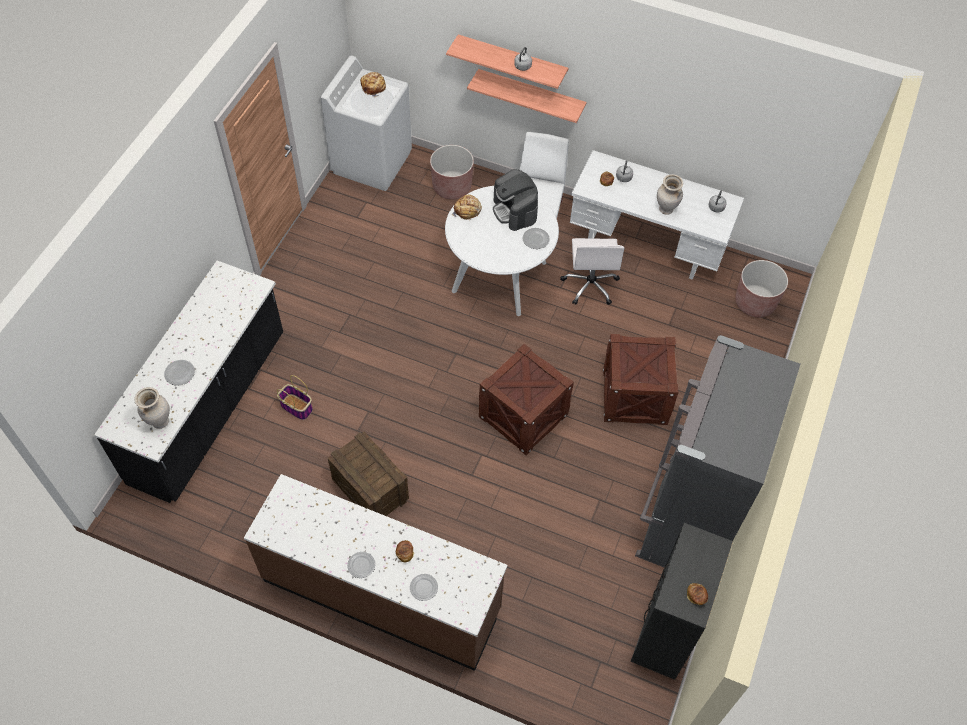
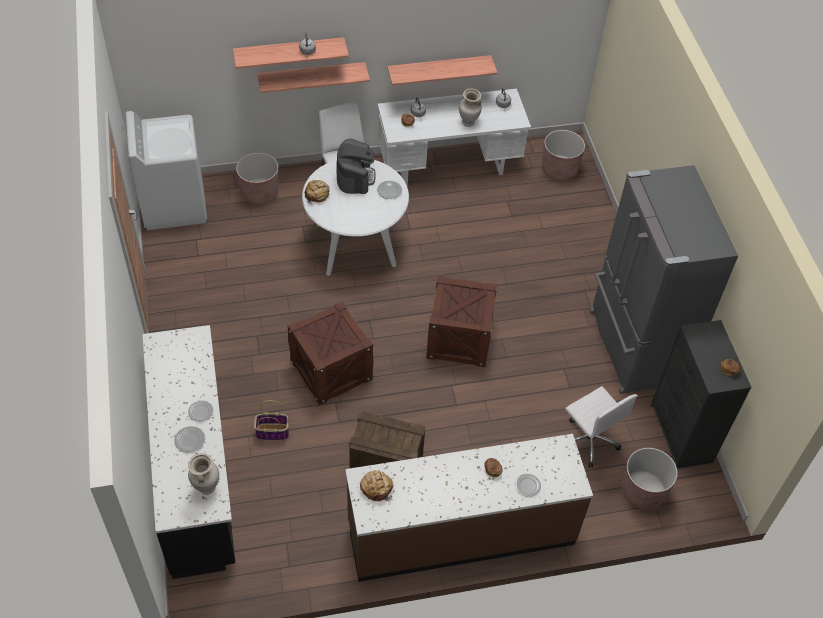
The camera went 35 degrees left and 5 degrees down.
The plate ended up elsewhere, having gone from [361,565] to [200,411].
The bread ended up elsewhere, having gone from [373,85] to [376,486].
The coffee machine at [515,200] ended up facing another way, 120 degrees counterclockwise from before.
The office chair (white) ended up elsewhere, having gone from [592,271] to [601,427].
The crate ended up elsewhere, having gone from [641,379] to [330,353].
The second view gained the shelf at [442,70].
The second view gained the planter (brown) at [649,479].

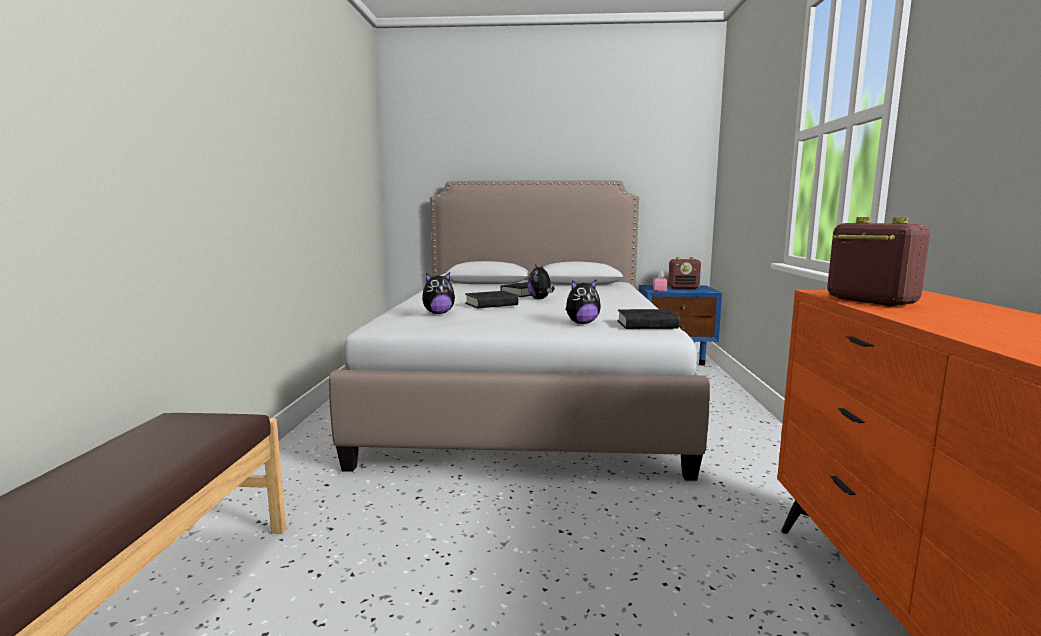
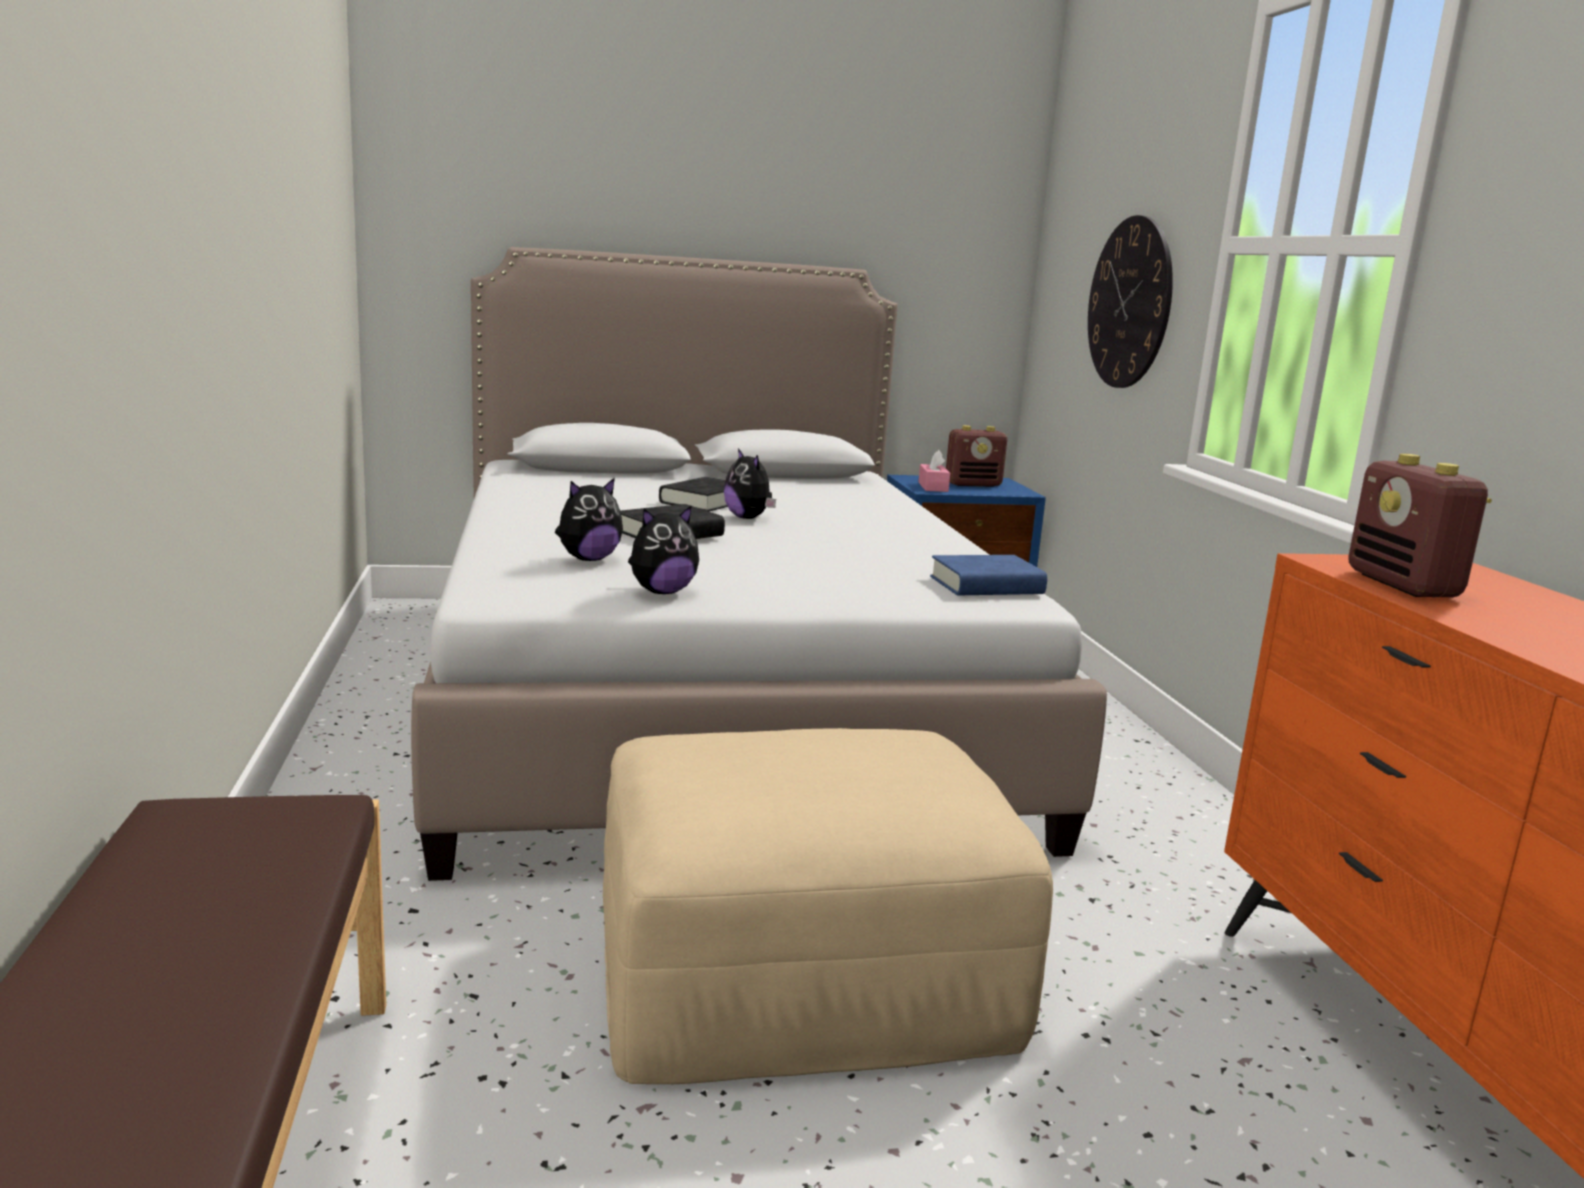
The camera went 15 degrees left and 5 degrees up.
The plush toy ended up elsewhere, having gone from [583,302] to [663,549].
What was the book (black) at [648,319] turned into the book (blue) at [988,575].
The radio at [878,261] ended up facing another way, 150 degrees counterclockwise from before.
The second view gained the ottoman (beige) at [828,906].
The second view gained the wall clock at [1130,301].

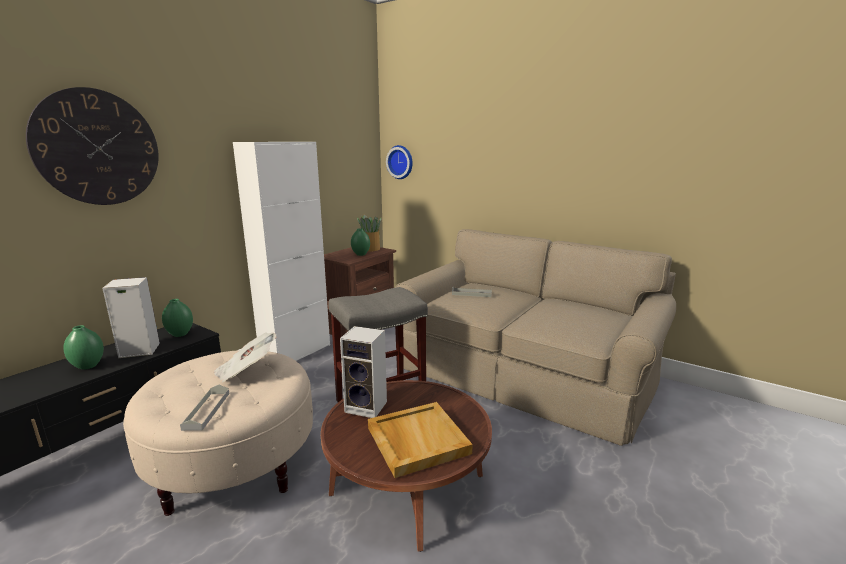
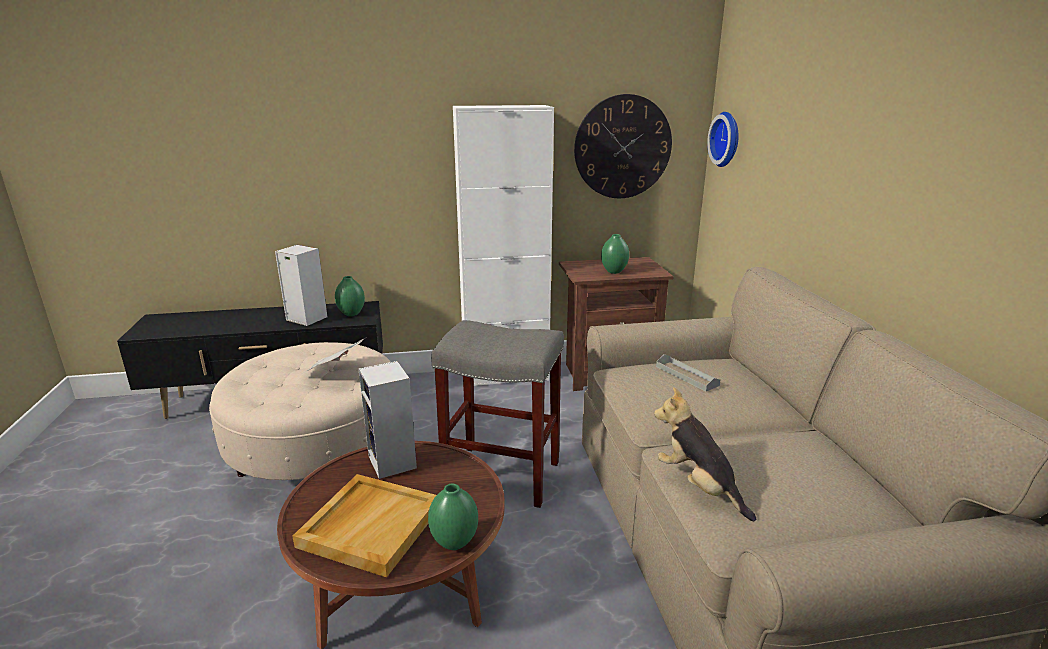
The camera went 45 degrees right and 5 degrees up.
The wall clock ended up elsewhere, having gone from [92,146] to [623,146].
The vase (green) ended up elsewhere, having gone from [83,347] to [453,517].
The second view lost the tray (grey) at [204,408].
The second view lost the potted plant at [369,233].
The second view gained the plush toy at [705,454].

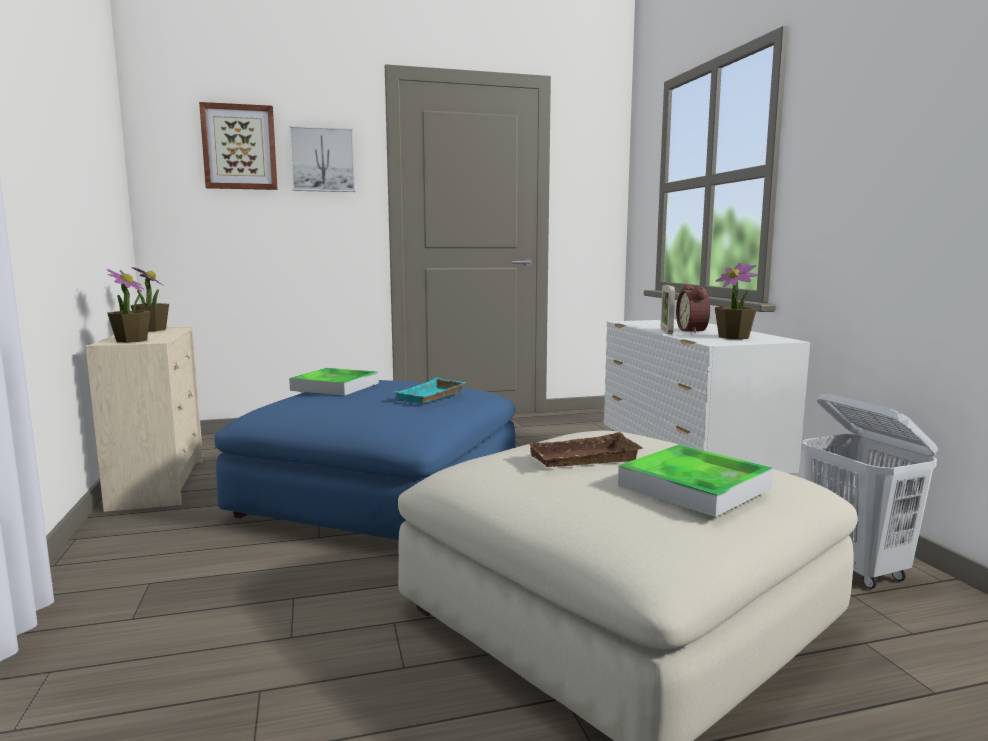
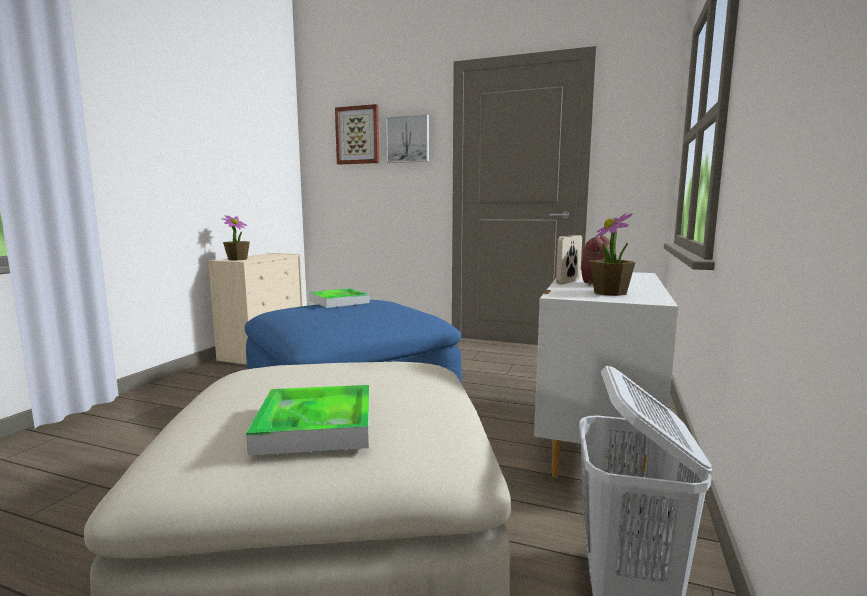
The camera went 35 degrees right and 0 degrees up.
The second view lost the potted plant at [150,299].
The second view lost the tray (turquoise) at [430,390].
The second view lost the tray (brown) at [585,449].

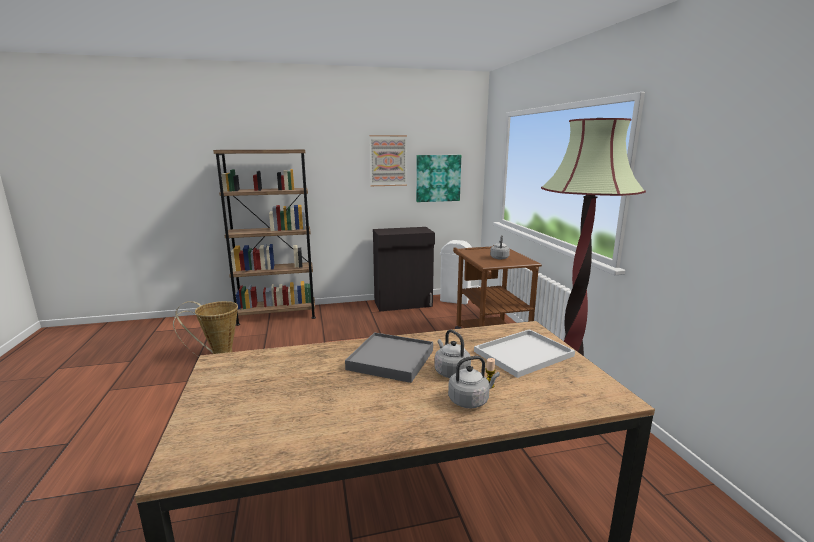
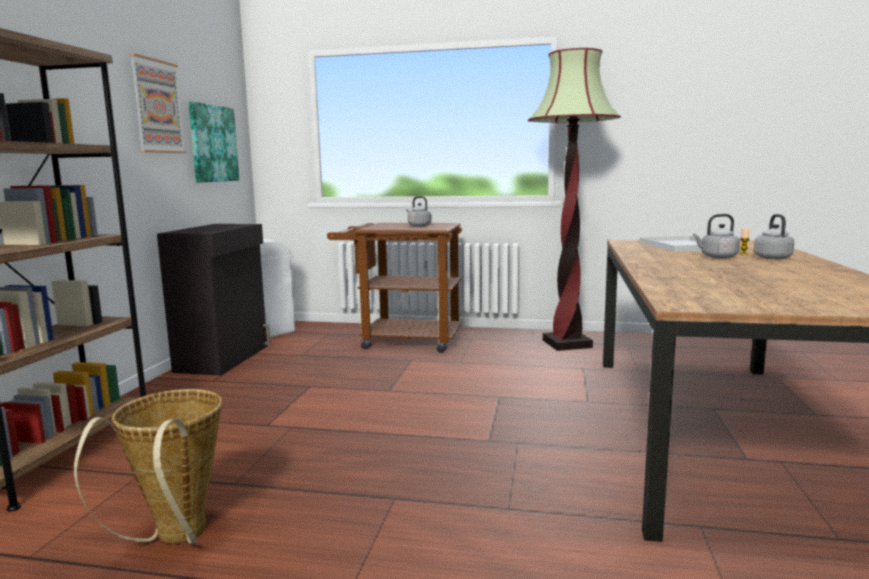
The camera went 65 degrees left and 5 degrees down.
The second view lost the tray (grey) at [389,357].

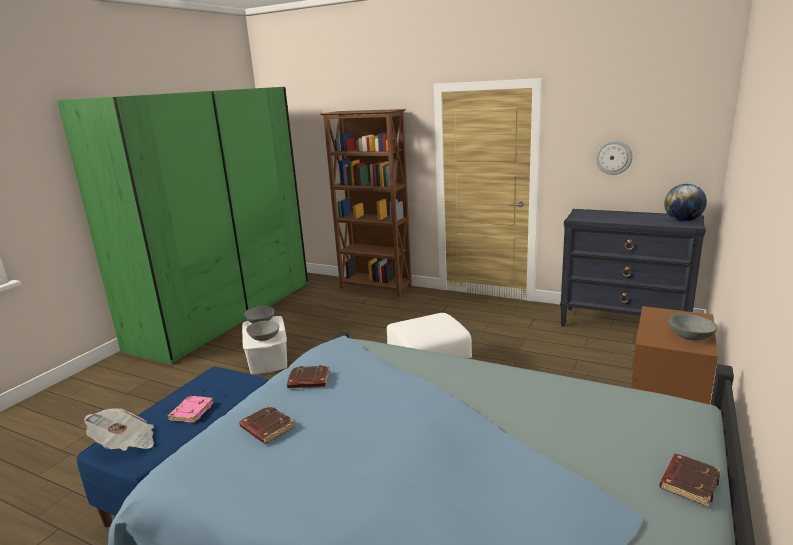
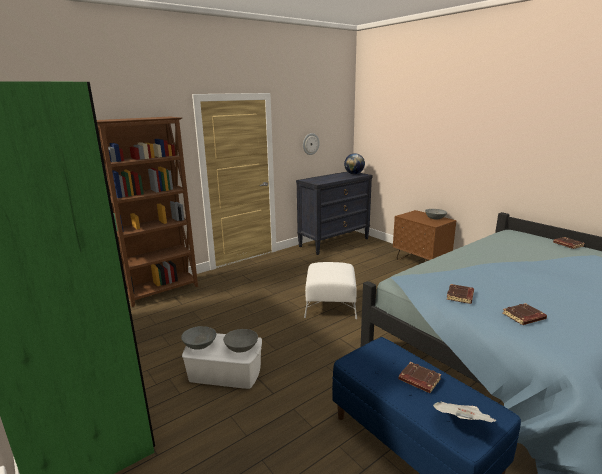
The camera went 65 degrees left and 0 degrees up.
What was the book (pink) at [191,409] turned into the book (brown) at [420,377].

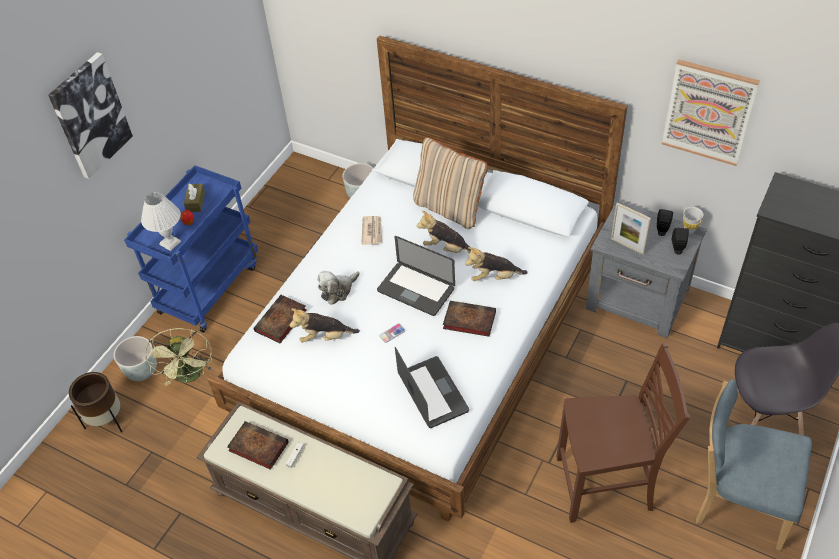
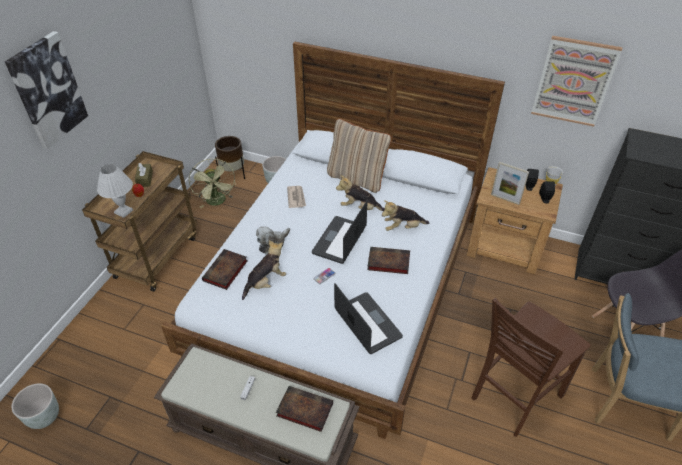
The camera went 10 degrees left and 5 degrees down.
The planter (brown) ended up elsewhere, having gone from [95,402] to [230,157].
The planter (grey) ended up elsewhere, having gone from [135,358] to [35,406].
What was the cart (blue) at [191,249] turned into the cart (brown) at [139,221].
The fan (green) ended up elsewhere, having gone from [179,357] to [212,183].
The book ended up elsewhere, having gone from [257,445] to [304,409].
The plush toy at [324,325] ended up facing another way, 150 degrees clockwise from before.
The laptop at [416,276] ended up facing another way, 90 degrees clockwise from before.
The chair (brown) at [623,433] ended up facing another way, 150 degrees clockwise from before.
What was the nightstand (grey) at [646,269] turned into the nightstand (brown) at [514,221].

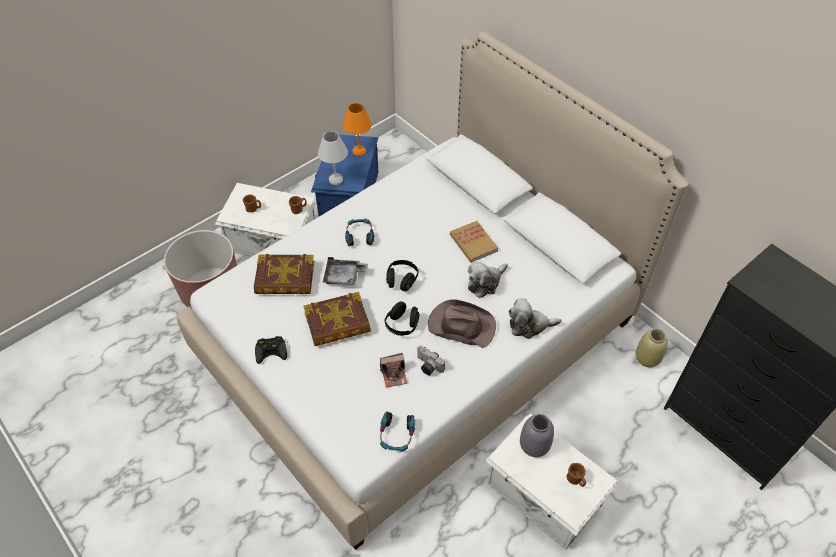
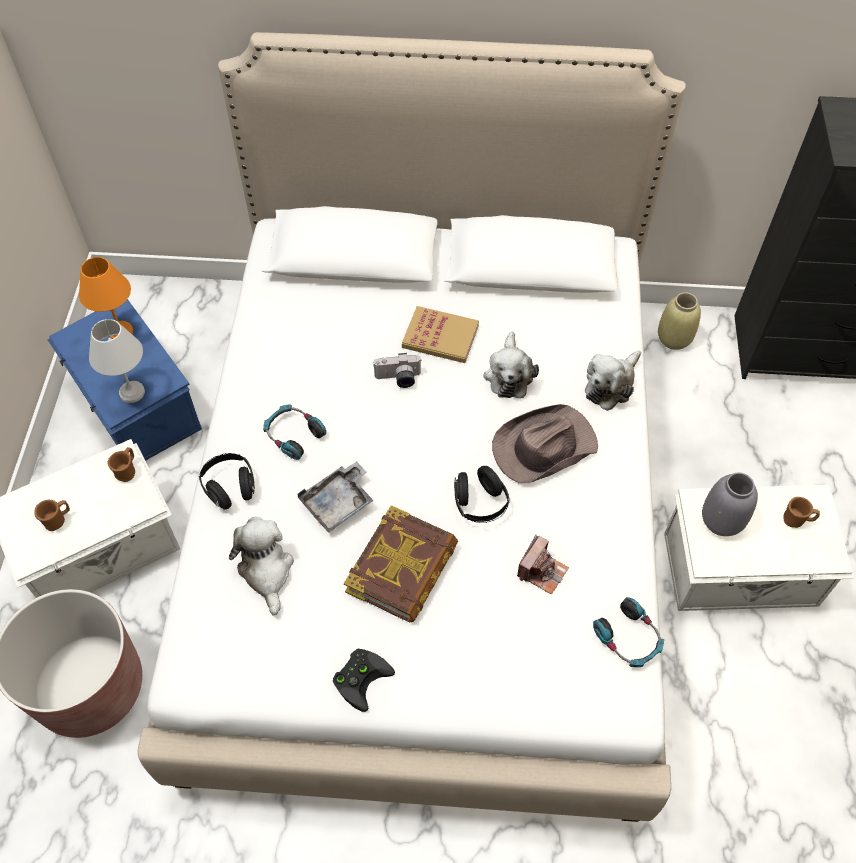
The camera went 45 degrees left and 5 degrees up.
Where the book stood at [284,274], the plush toy came to stand at [261,566].
The headphones (black) ended up elsewhere, having gone from [402,275] to [227,481].
The photo camera ended up elsewhere, having gone from [431,360] to [397,370].

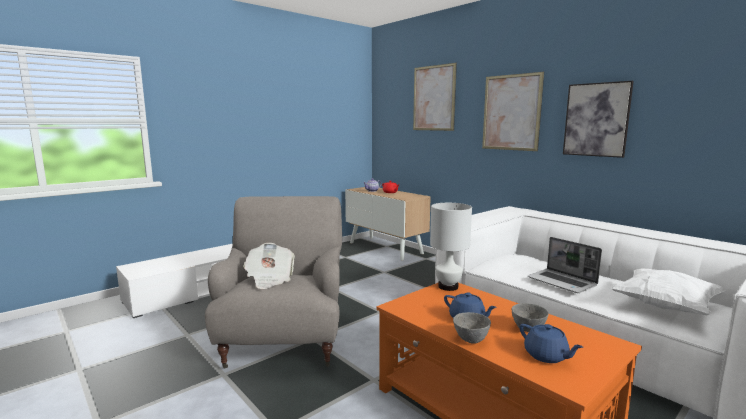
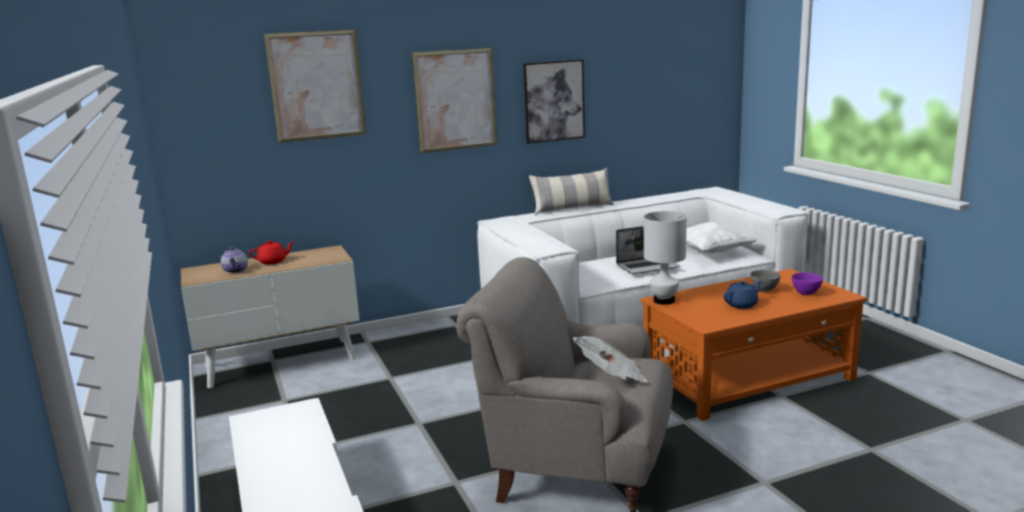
The camera went 70 degrees left and 5 degrees up.
The second view lost the bowl (grey) at [472,328].
Where the teapot (blue) stood at [552,343], the bowl (purple) came to stand at [807,283].
The second view gained the pillow at [571,191].

